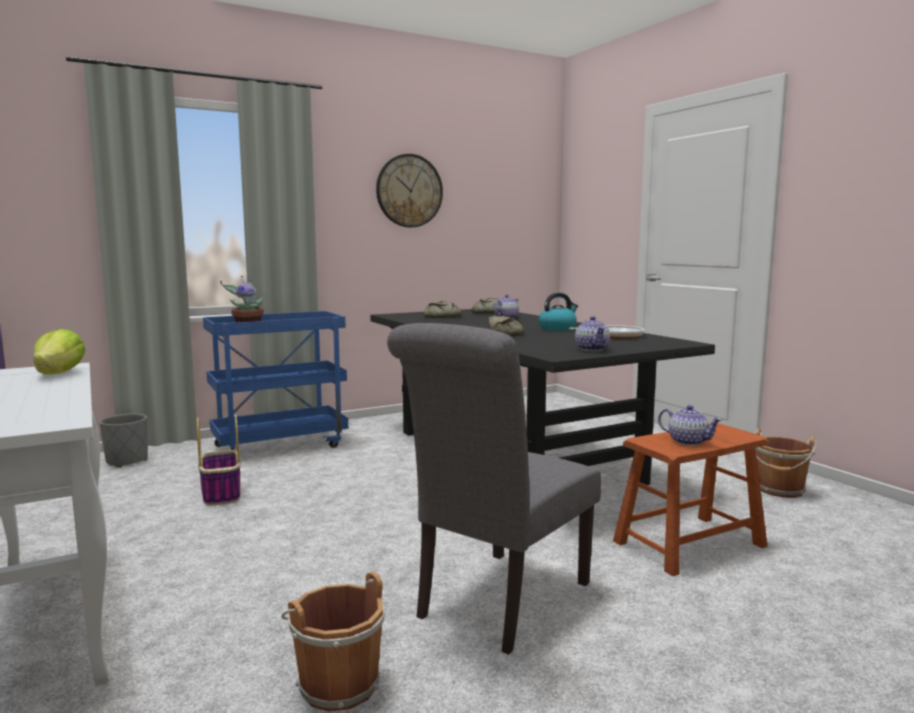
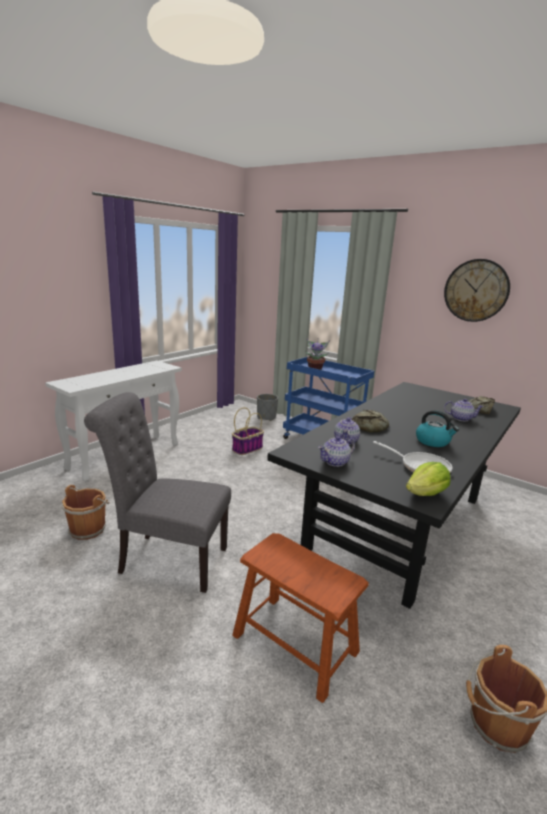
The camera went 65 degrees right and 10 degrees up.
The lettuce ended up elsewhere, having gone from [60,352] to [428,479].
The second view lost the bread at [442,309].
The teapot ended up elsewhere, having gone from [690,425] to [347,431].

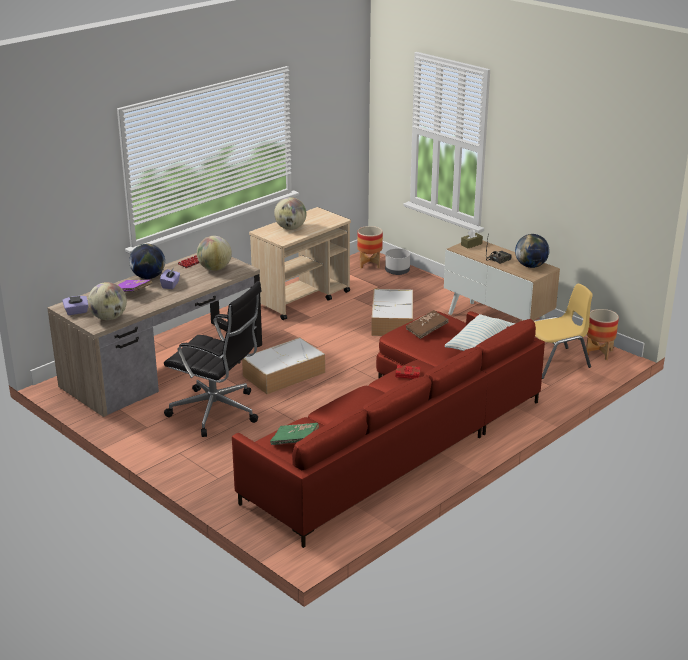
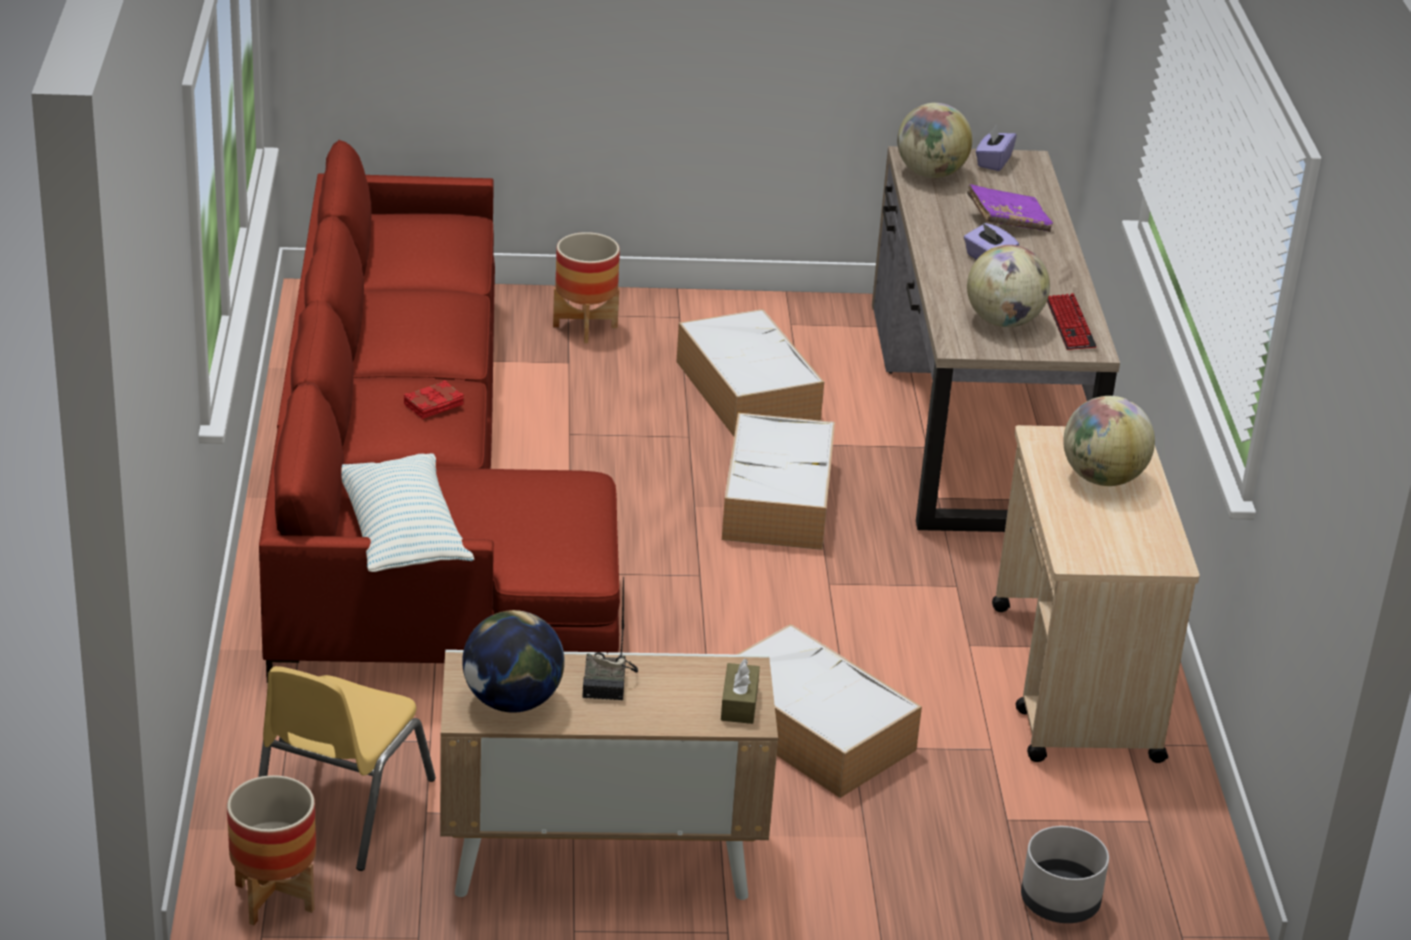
The camera went 130 degrees right and 5 degrees up.
The second view lost the globe at [147,261].
Where the office chair (black) stood at [213,359], the storage box came to stand at [750,372].
The second view lost the book (green) at [294,434].
The planter ended up elsewhere, having gone from [370,247] to [586,287].
The second view lost the book (brown) at [427,324].

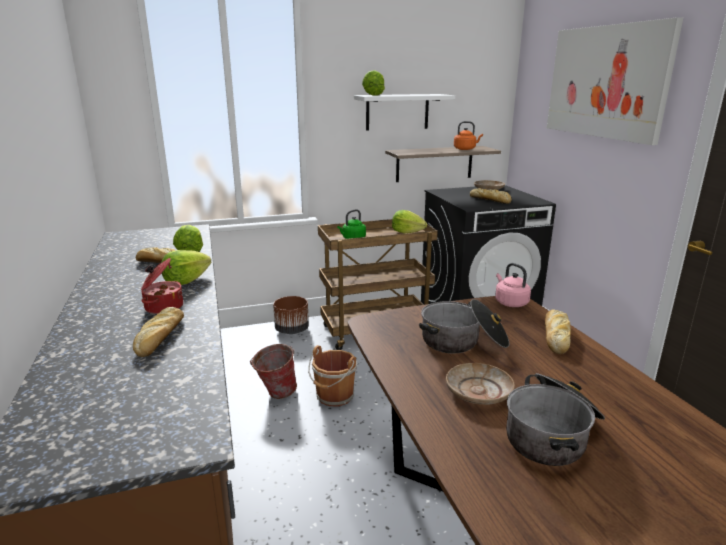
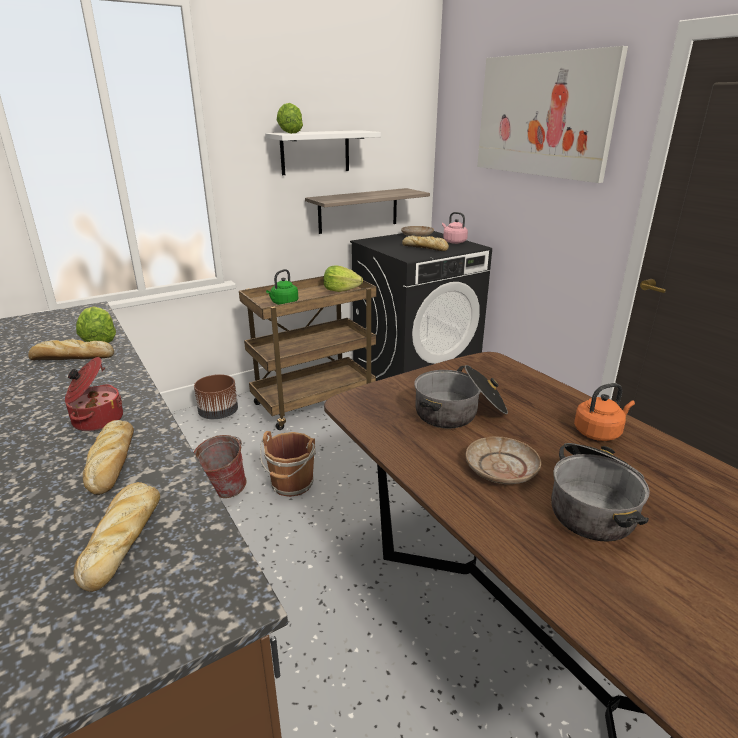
The camera went 15 degrees left and 5 degrees up.
The second view lost the lettuce at [186,267].
The kettle (orange) ended up elsewhere, having gone from [468,135] to [604,412].
The kettle (pink) ended up elsewhere, having gone from [513,285] to [455,228].
The bread ended up elsewhere, having gone from [558,332] to [117,537].

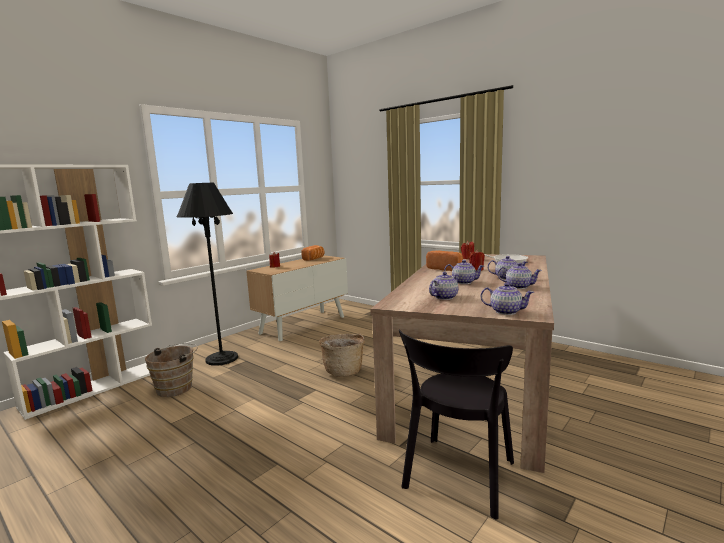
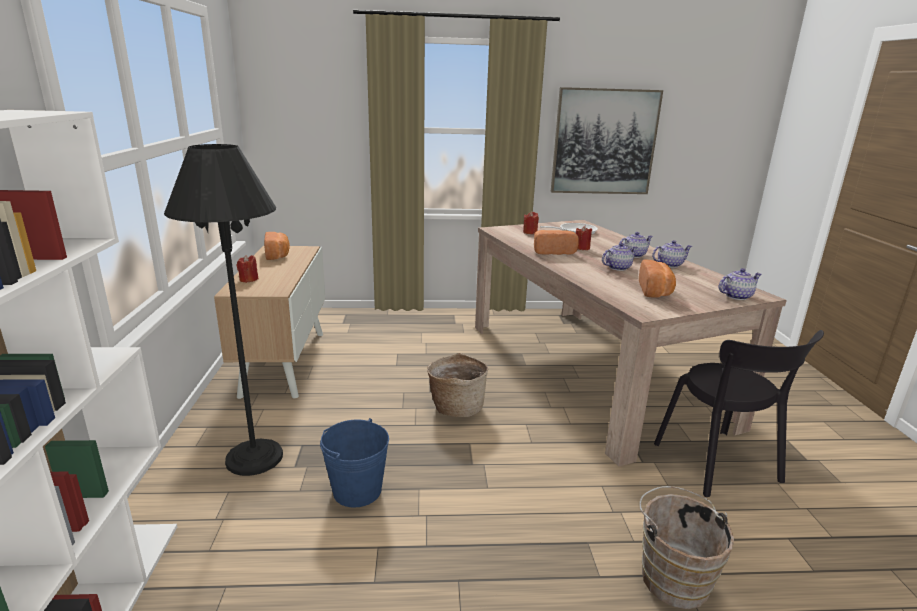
The camera went 45 degrees left and 10 degrees up.
The bucket (brown) ended up elsewhere, having gone from [171,370] to [686,547].
Where the teapot stood at [444,286], the bread came to stand at [657,278].
The second view gained the bucket (blue) at [354,463].
The second view gained the picture at [607,140].

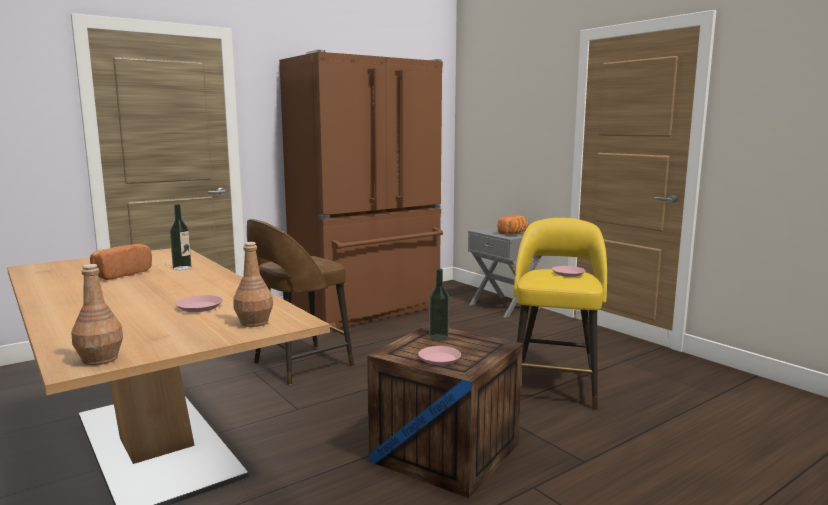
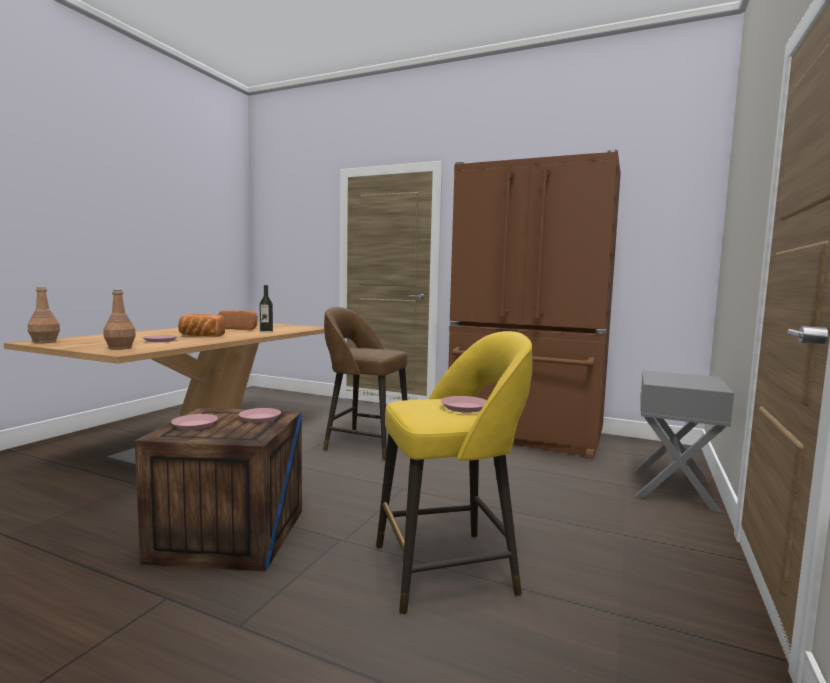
The camera went 60 degrees right and 5 degrees down.
Where the bottle stood at [439,304], the plate (pink) came to stand at [260,415].
The bread ended up elsewhere, having gone from [513,224] to [201,325].

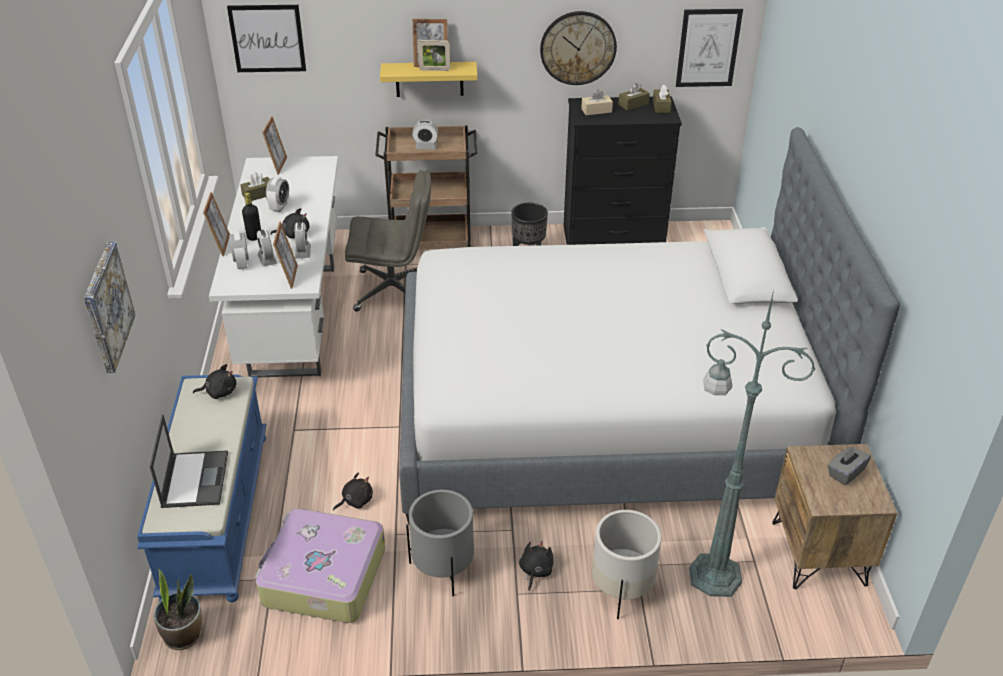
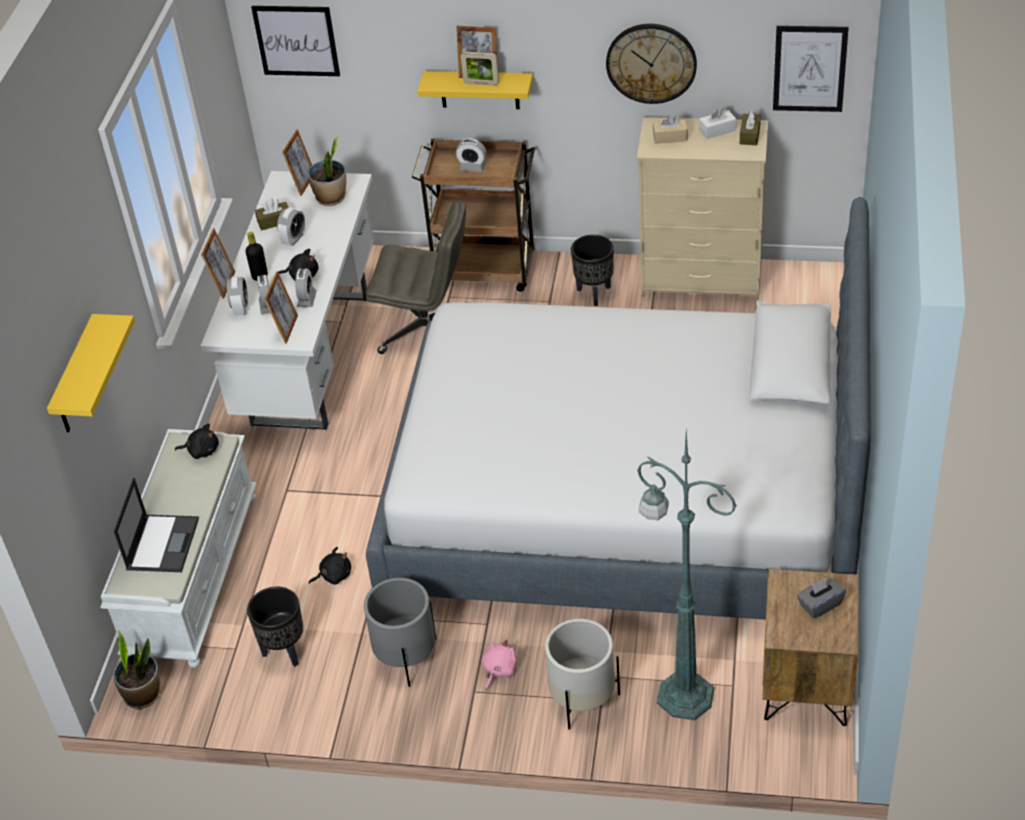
The camera went 15 degrees right and 5 degrees up.
Where the picture hung at [109,307], the shelf (yellow) came to hang at [91,373].
What was the bench (blue) at [202,488] turned into the bench (white) at [178,548].
Where the suitcase stood at [320,565], the planter (black) came to stand at [275,627].
What was the plush toy (black) at [536,565] turned into the plush toy (pink) at [499,665].
What was the dresser (black) at [623,170] turned into the dresser (beige) at [702,209].
What was the tissue box (brown) at [634,96] turned into the tissue box (white) at [717,123].
The second view gained the potted plant at [326,171].

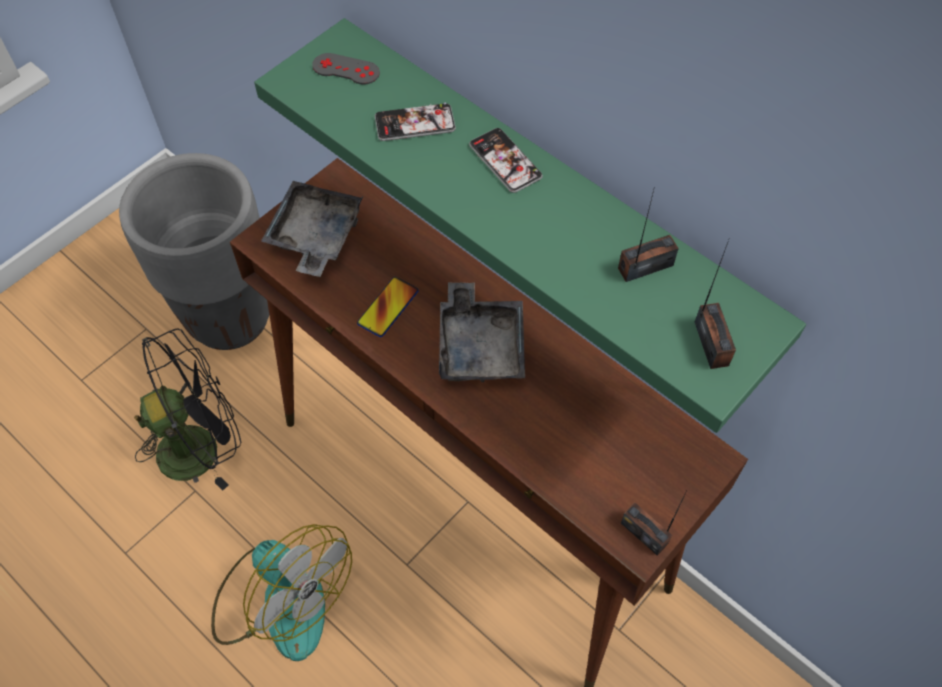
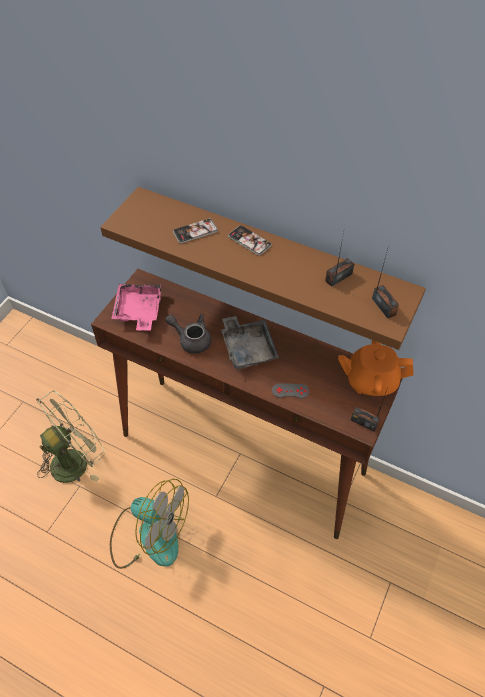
The camera went 15 degrees left and 5 degrees down.
The second view lost the planter (grey) at [194,251].
What was the fan (black) at [187,409] turned into the fan (green) at [70,437].
What was the shelf (green) at [530,225] turned into the shelf (brown) at [263,268].
What was the tray (grey) at [312,229] turned into the tray (pink) at [136,307].
The game controller (grey) ended up elsewhere, having gone from [346,69] to [291,391].
Where the phone stood at [388,307], the teapot (grey) came to stand at [188,334].
The second view gained the teapot (orange) at [375,368].

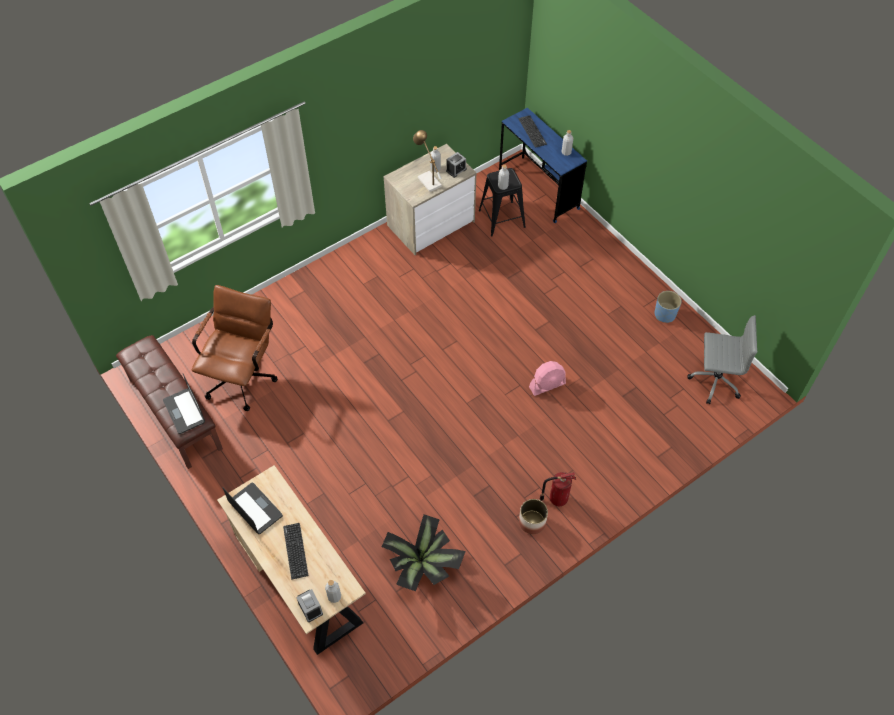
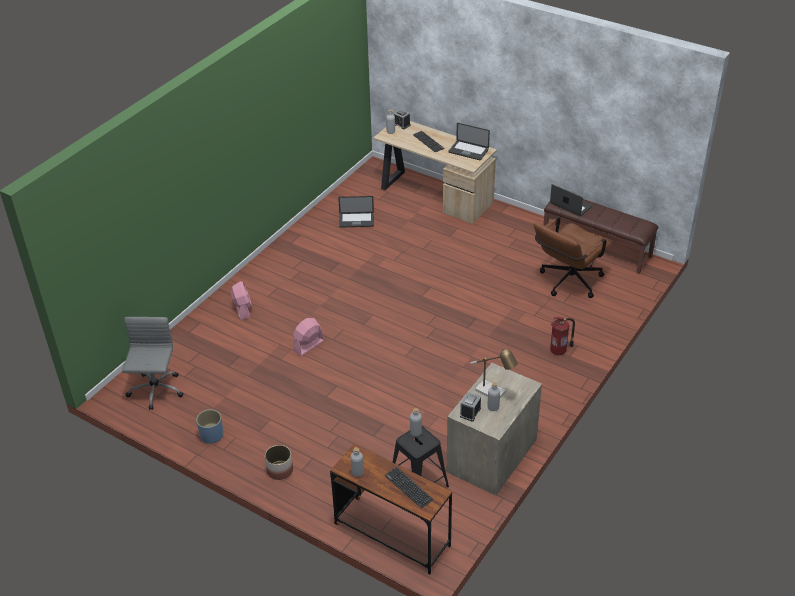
The camera went 160 degrees right and 15 degrees down.
The office chair (brown) at [235,348] ended up facing another way, 45 degrees clockwise from before.
Where the potted plant stood at [424,552], the laptop came to stand at [356,212].
What was the desk (blue) at [543,165] turned into the desk (brown) at [391,509].
The planter ended up elsewhere, having gone from [533,516] to [279,462].
The fire extinguisher ended up elsewhere, having gone from [558,489] to [562,336].
The office chair (grey) at [722,359] ended up facing another way, 105 degrees clockwise from before.
The second view gained the fan (pink) at [241,300].

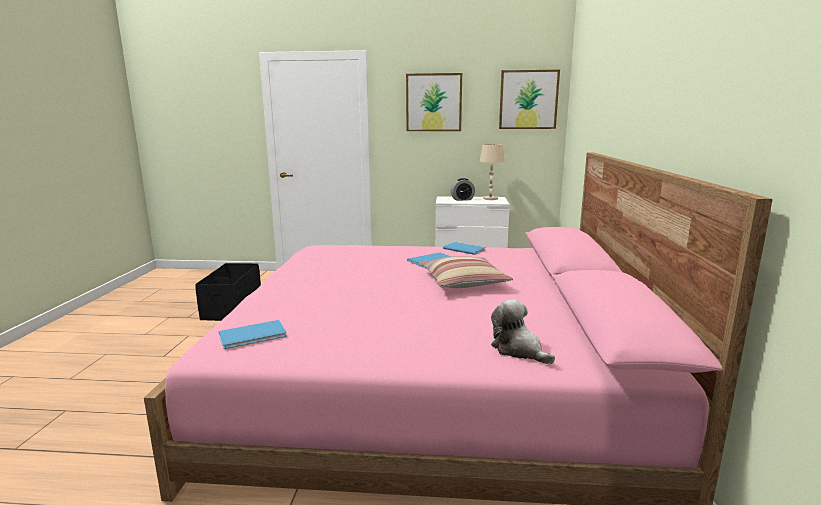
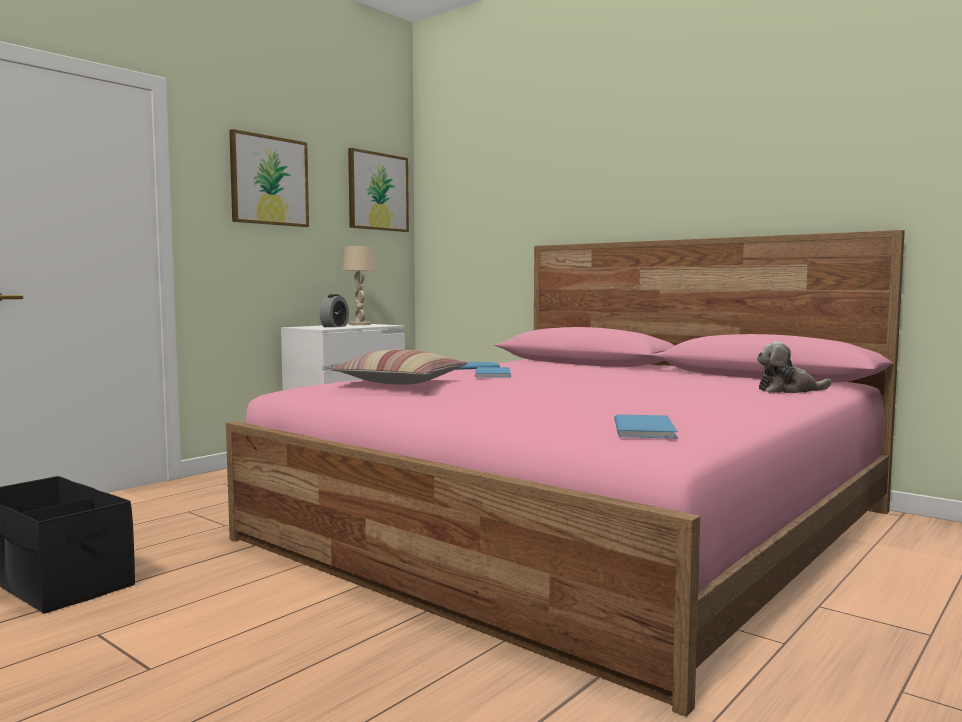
The camera went 55 degrees left and 10 degrees down.
The pillow ended up elsewhere, having gone from [466,272] to [398,367].

